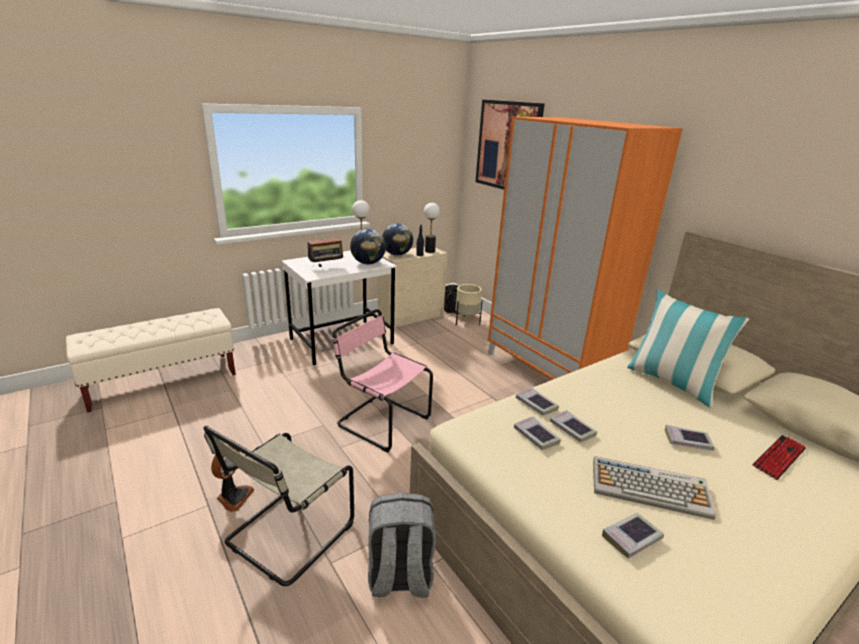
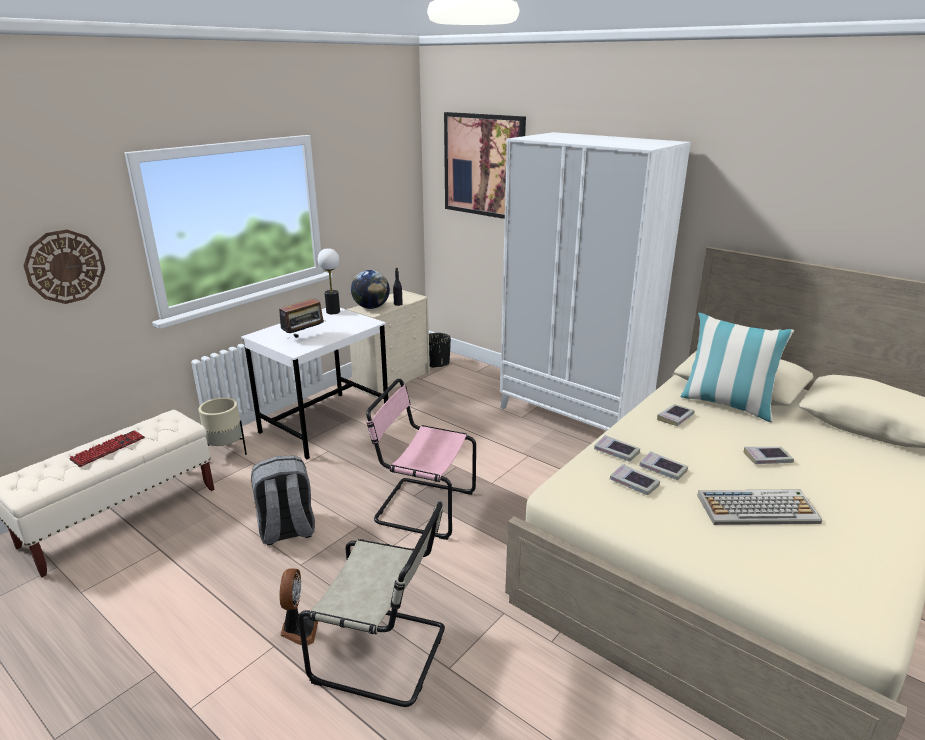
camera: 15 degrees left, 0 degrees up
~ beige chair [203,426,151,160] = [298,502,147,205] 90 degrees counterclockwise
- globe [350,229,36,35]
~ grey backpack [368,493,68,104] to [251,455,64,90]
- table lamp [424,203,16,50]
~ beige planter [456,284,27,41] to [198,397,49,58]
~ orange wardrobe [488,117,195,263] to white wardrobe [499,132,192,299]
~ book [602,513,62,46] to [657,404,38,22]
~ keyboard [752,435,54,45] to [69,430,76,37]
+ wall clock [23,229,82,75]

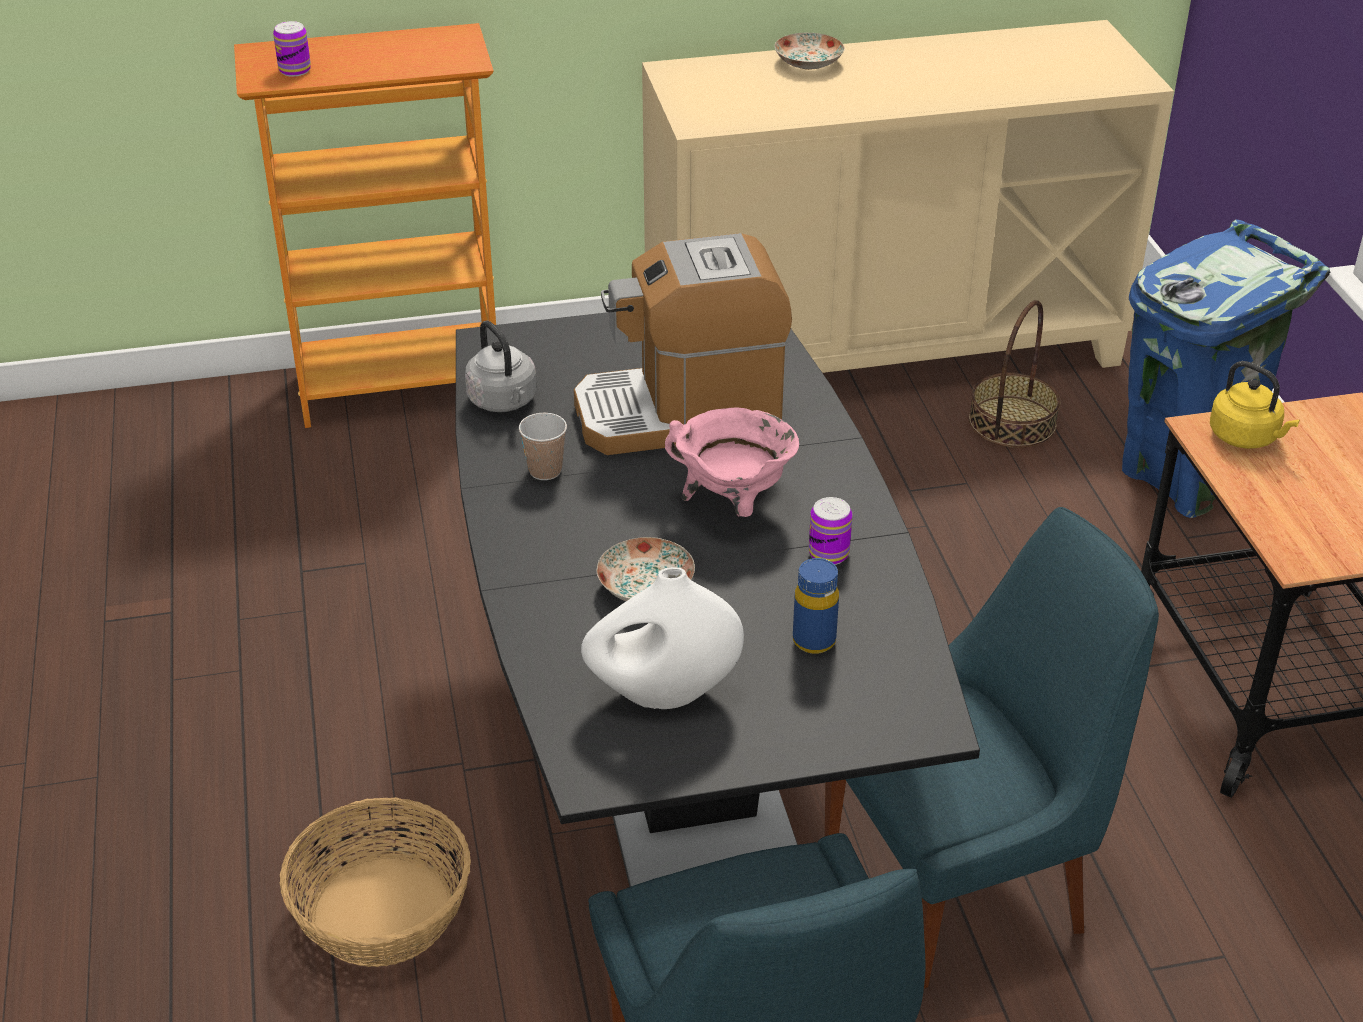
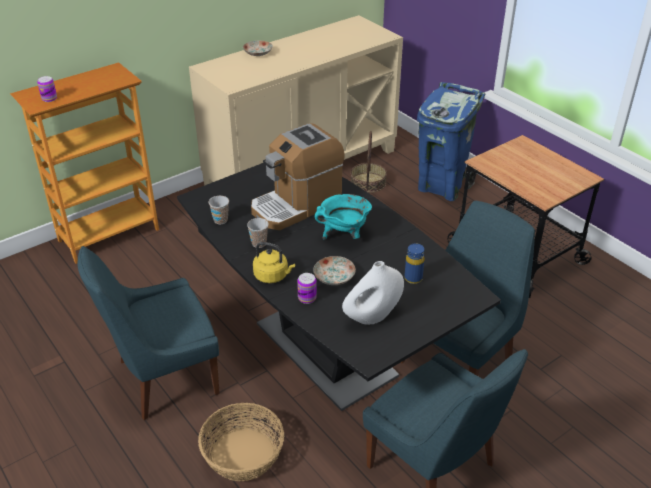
camera: 25 degrees left, 0 degrees up
~ grey kettle [465,320,72,92] to cup [209,196,20,28]
~ pink cooking pot [665,408,134,109] to turquoise cooking pot [315,194,57,46]
~ can [809,497,43,68] to [297,273,20,31]
~ yellow kettle [1210,361,90,88] to [253,242,42,41]
+ blue chair [78,246,142,174]

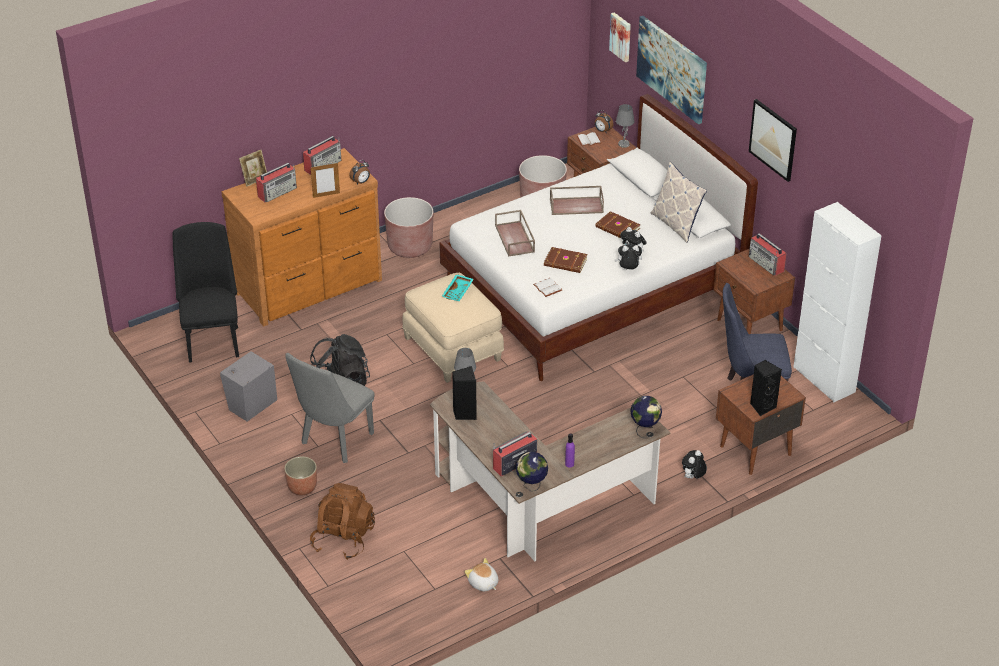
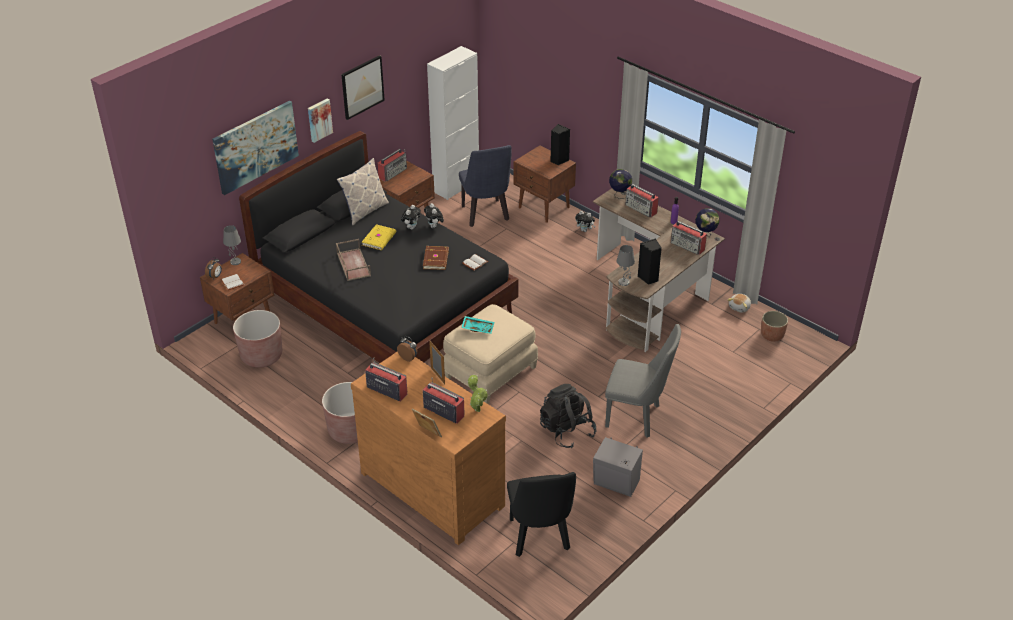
camera: 105 degrees left, 0 degrees up
~ black chair [173,222,66,141] = [507,472,69,85] 75 degrees counterclockwise
~ planter [284,456,33,39] to [761,311,27,31]
- brown backpack [310,483,65,77]
~ white bed [439,94,319,287] to black bed [239,131,280,232]
- brown tray [495,210,40,47]
~ brown book [595,211,45,27] to yellow book [362,224,34,26]
~ picture [609,13,22,49] to [308,99,25,44]
+ potted plant [468,375,20,37]
+ radio [625,184,34,33]

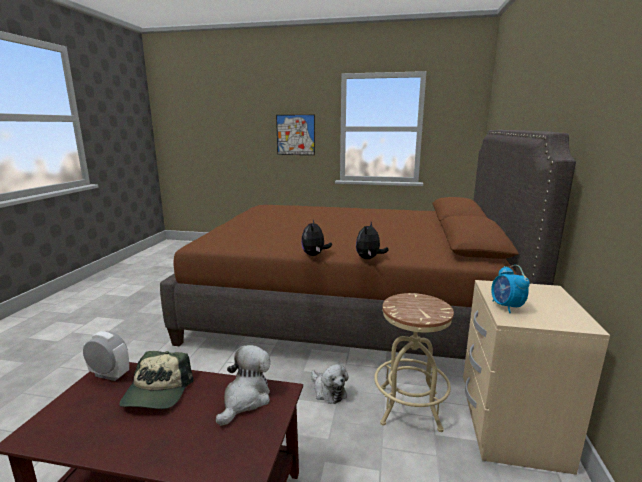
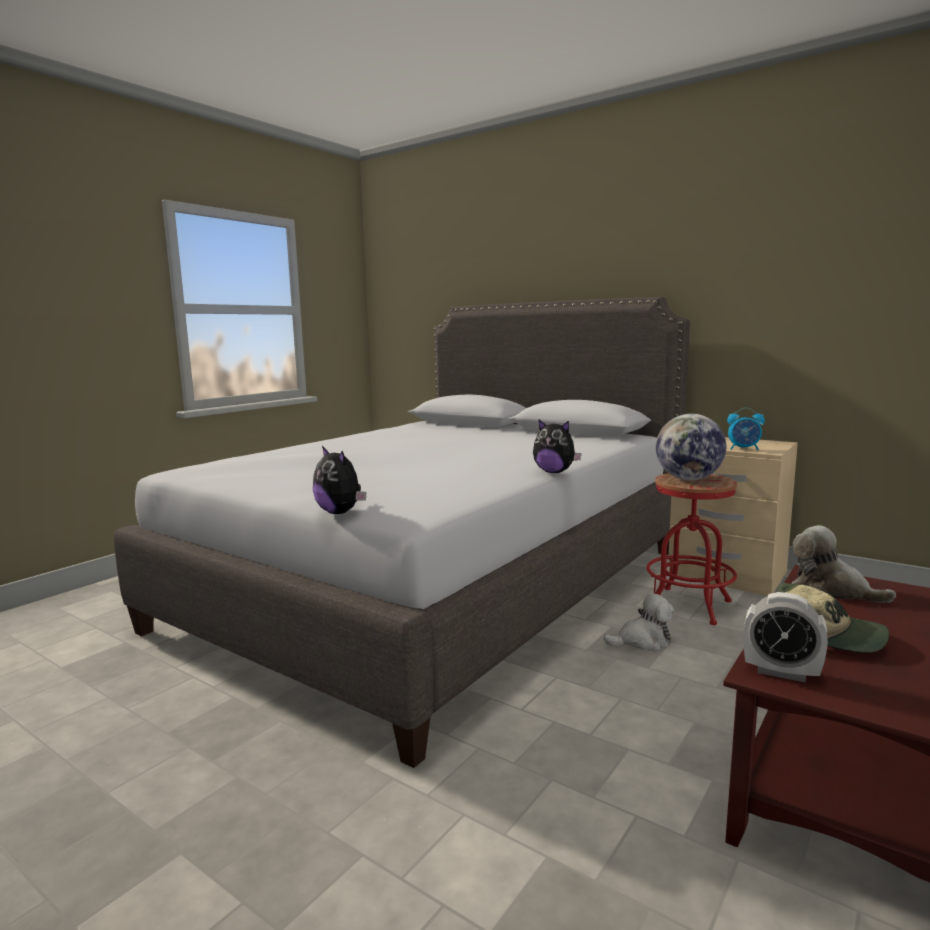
camera: 65 degrees left, 5 degrees down
~ alarm clock [83,331,46,50] = [743,592,85,91] 105 degrees counterclockwise
~ brown bed [160,130,416,229] to grey bed [114,297,576,471]
- picture [276,115,39,40]
~ plush toy [356,222,33,37] to [313,446,53,68]
~ beige stool [374,293,80,139] to red stool [646,473,91,152]
+ globe [656,414,70,66]

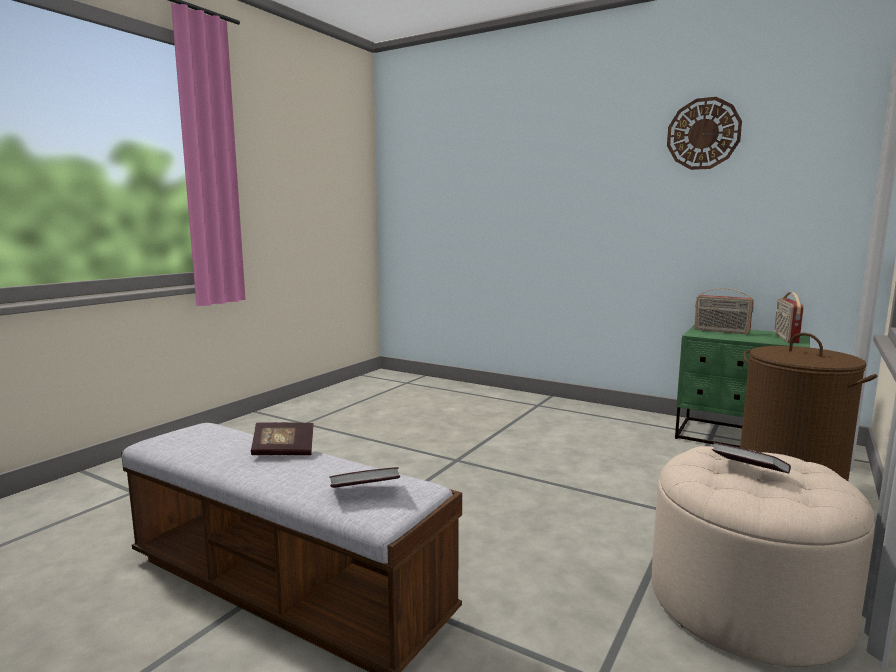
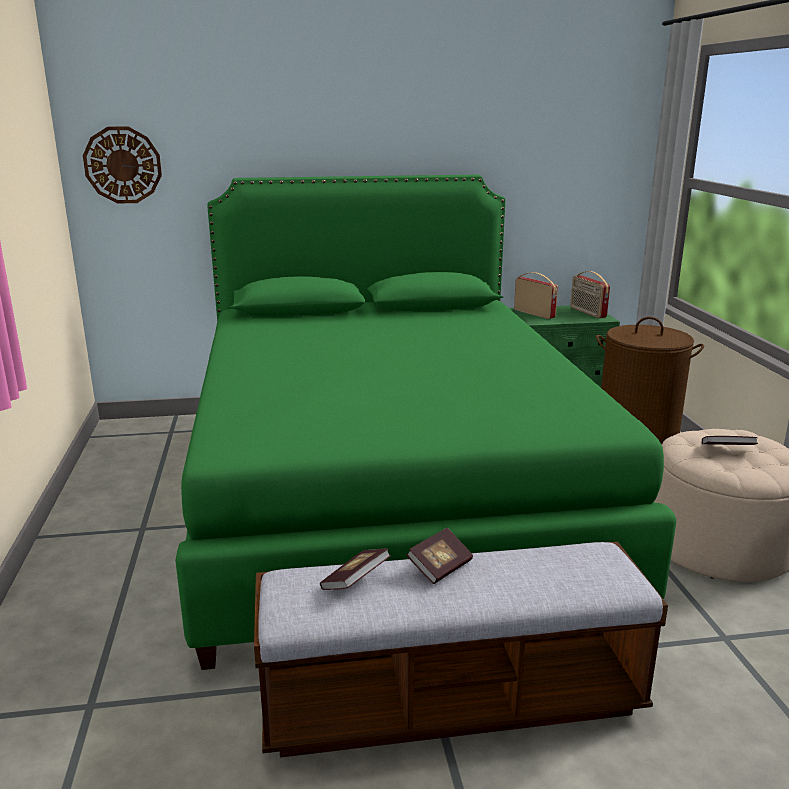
camera: 40 degrees left, 10 degrees up
~ book [329,467,71,21] to [320,548,71,42]
~ wall clock [667,97,75,73] to [83,127,79,77]
~ radio [694,288,60,46] = [514,272,44,47] 120 degrees counterclockwise
+ green bed [175,175,501,495]

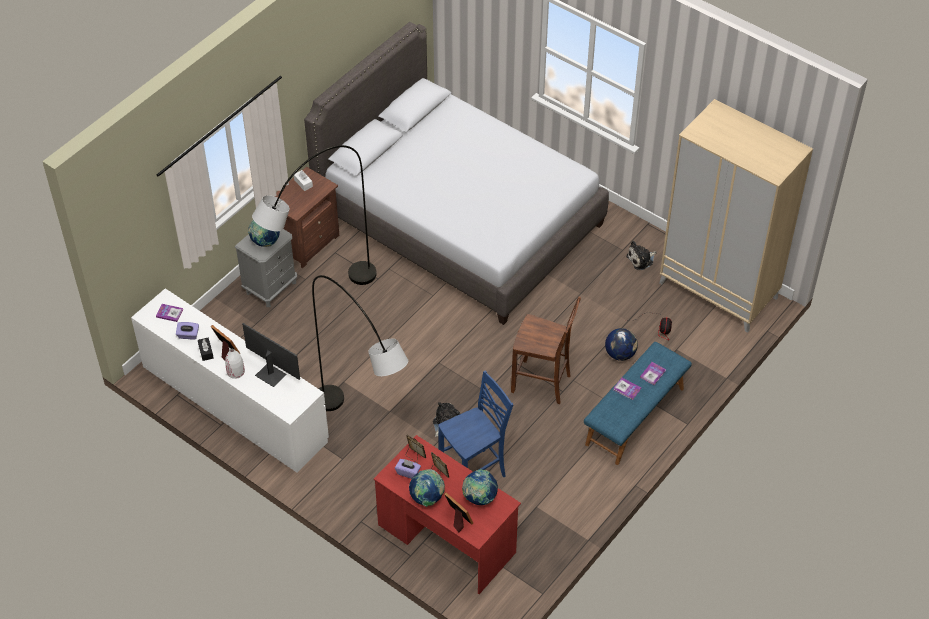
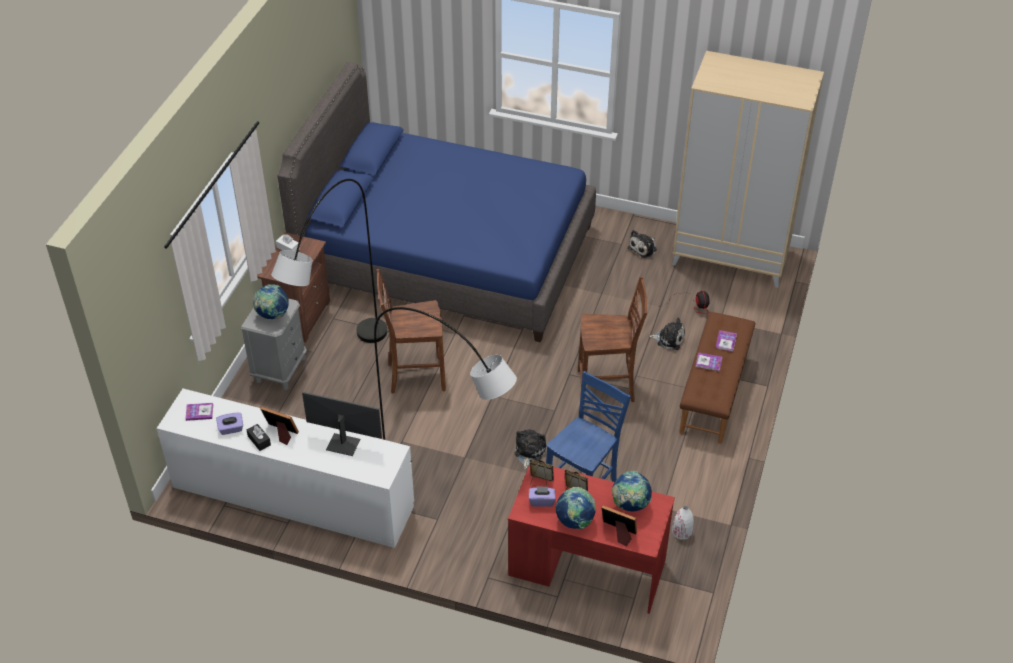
camera: 20 degrees left, 5 degrees down
~ white vase [225,349,20,30] to [672,506,22,34]
~ grey bed [304,22,305,303] to blue bed [277,62,319,280]
~ blue bench [584,342,108,123] to brown bench [679,312,77,132]
~ globe [605,328,33,33] to plush toy [649,318,36,32]
+ brown chair [376,269,70,125]

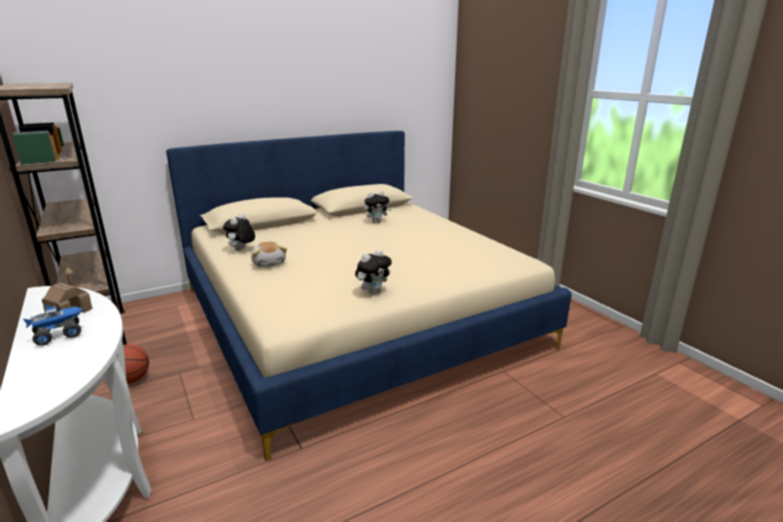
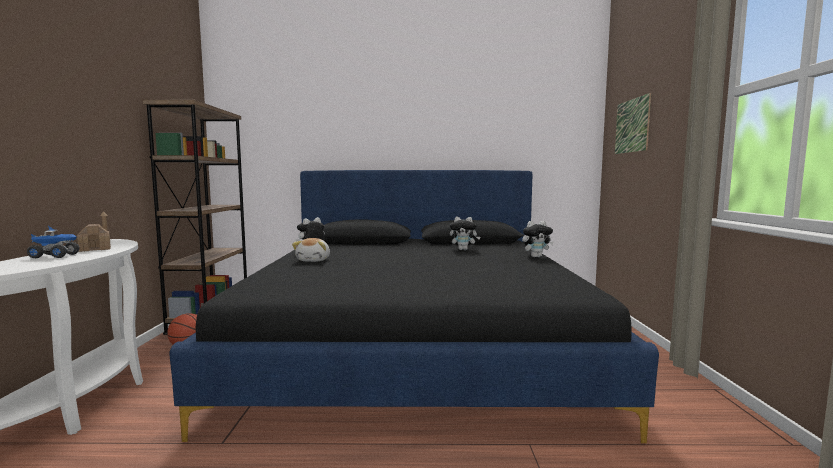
camera: 30 degrees right, 15 degrees down
~ beige bed [166,131,406,330] to black bed [169,170,490,273]
~ plush toy [355,249,37,46] to [522,221,32,36]
+ picture [615,93,36,61]

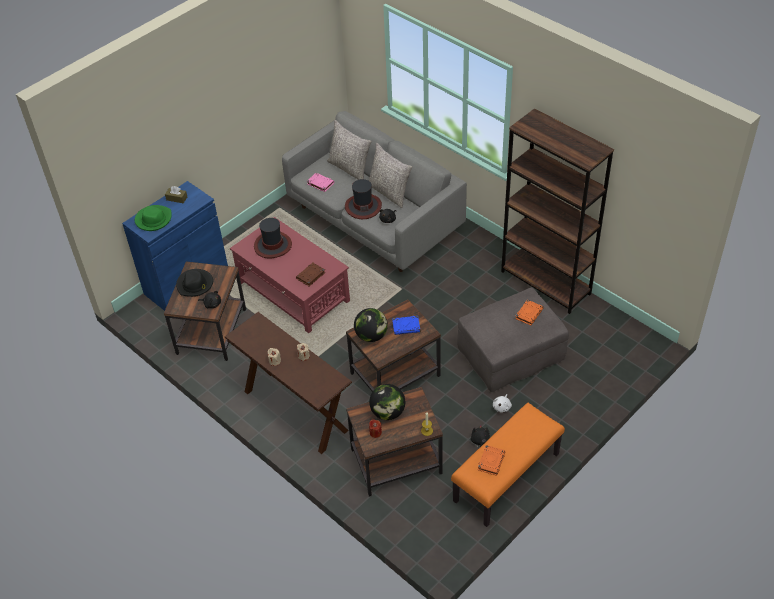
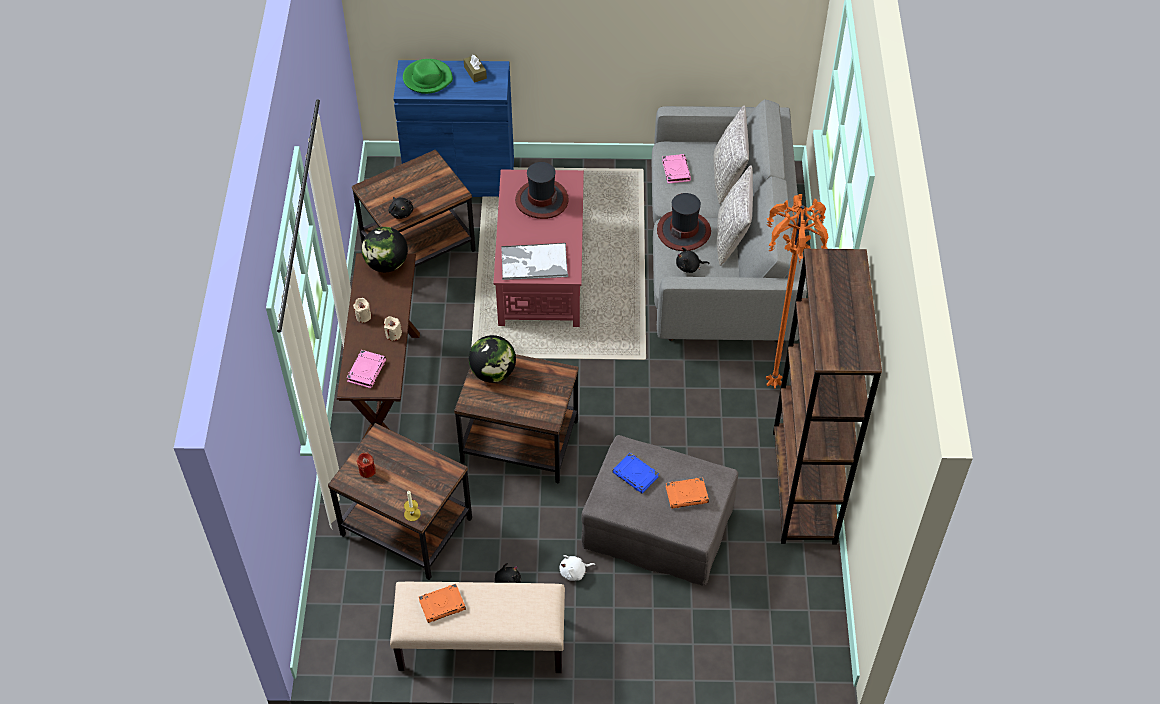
camera: 45 degrees right, 5 degrees up
- black hat [176,269,37,28]
~ brown book [296,263,29,23] to tray [501,243,67,37]
~ globe [369,384,36,36] to [362,227,46,45]
~ blue book [392,316,28,19] to [612,453,47,40]
~ orange bench [451,403,114,124] to beige bench [390,582,175,91]
+ pink book [347,350,39,38]
+ orange floor lamp [766,194,62,195]

